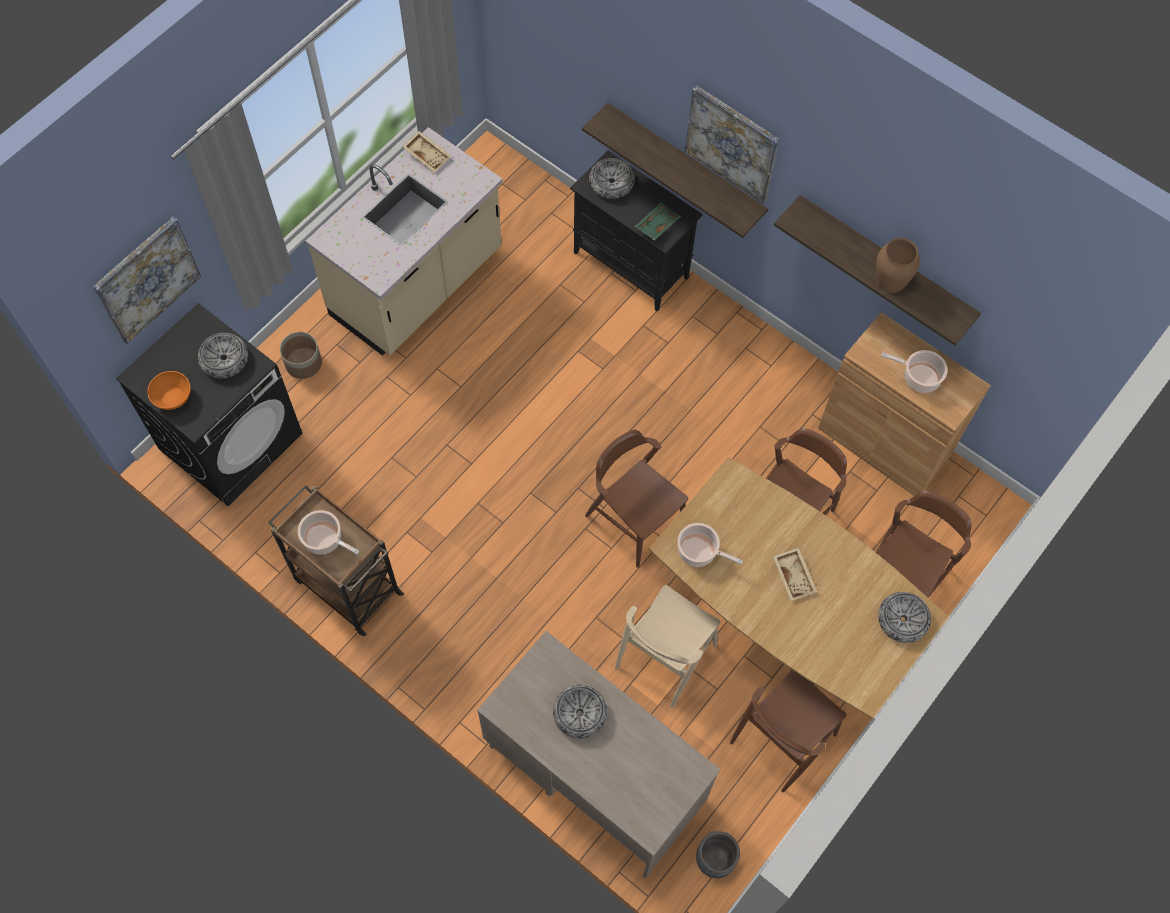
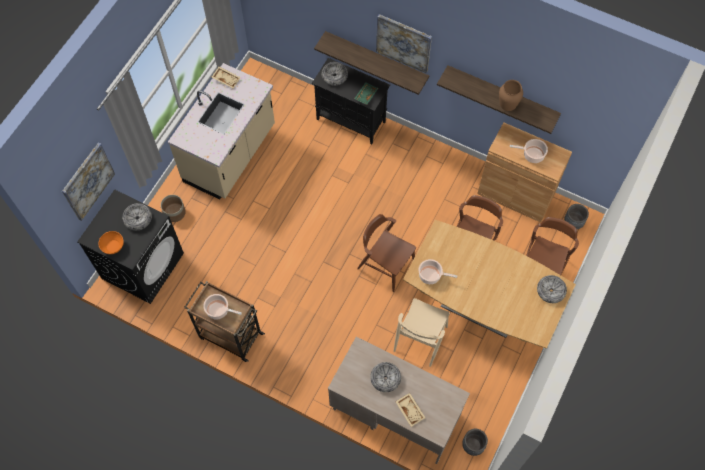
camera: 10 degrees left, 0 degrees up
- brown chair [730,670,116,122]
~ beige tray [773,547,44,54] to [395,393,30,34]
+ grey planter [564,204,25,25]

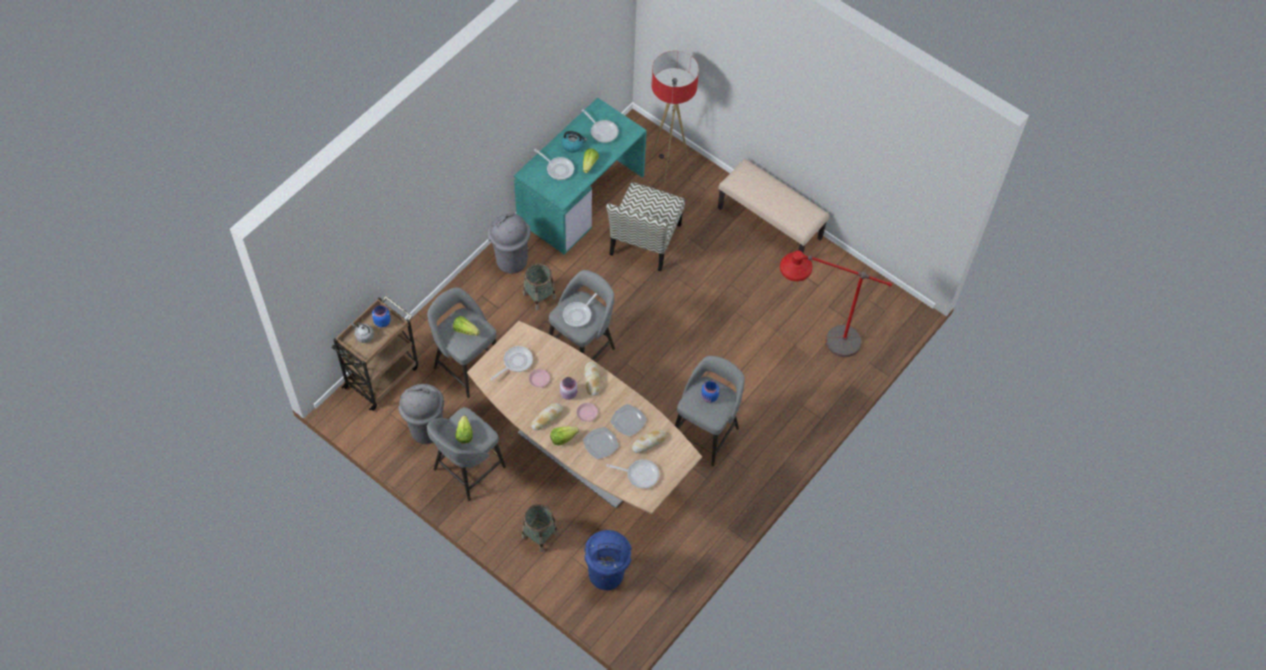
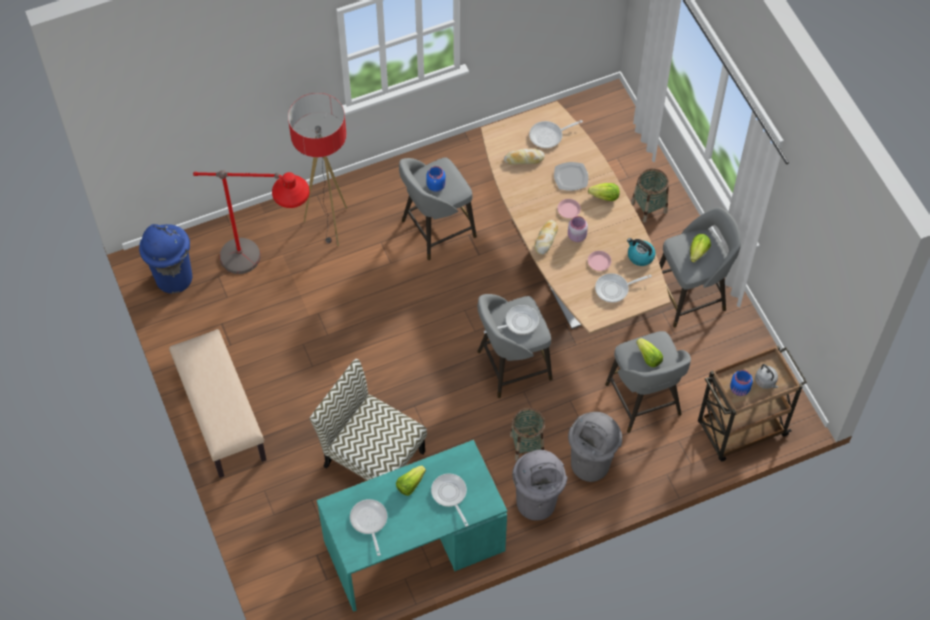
camera: 150 degrees left, 0 degrees up
~ grey trash can [398,384,46,60] to [568,412,54,70]
- bread [531,403,32,27]
~ kettle [562,131,25,21] to [627,238,28,28]
~ blue trash can [584,530,48,60] to [139,224,53,69]
~ chair [606,182,79,90] = [310,359,117,122] 105 degrees counterclockwise
~ frying pan [606,459,53,29] = [529,120,54,28] 60 degrees counterclockwise
- plate [610,404,37,33]
~ floor lamp [651,51,48,134] to [288,93,59,153]

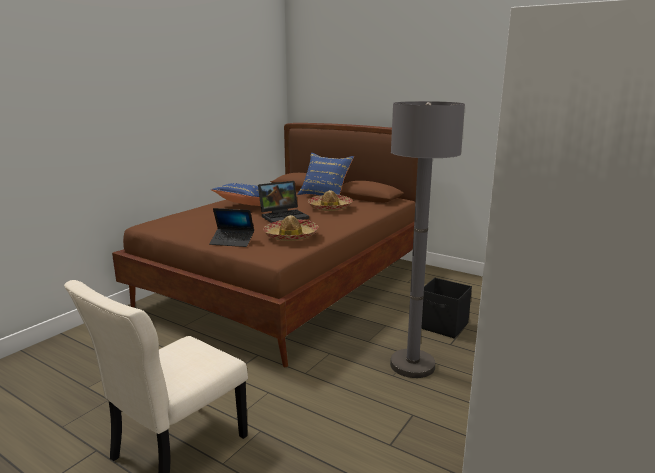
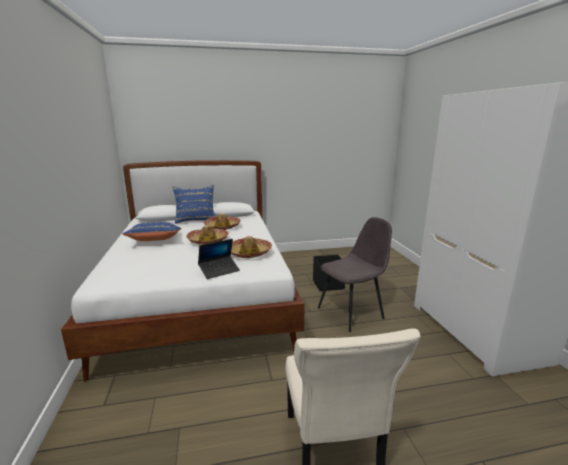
camera: 45 degrees left, 0 degrees up
~ brown bed [112,123,306,244] to white bed [61,160,244,221]
~ laptop [258,181,51,42] to hat [186,225,43,20]
~ grey floor lamp [390,101,75,277] to grey chair [318,217,74,115]

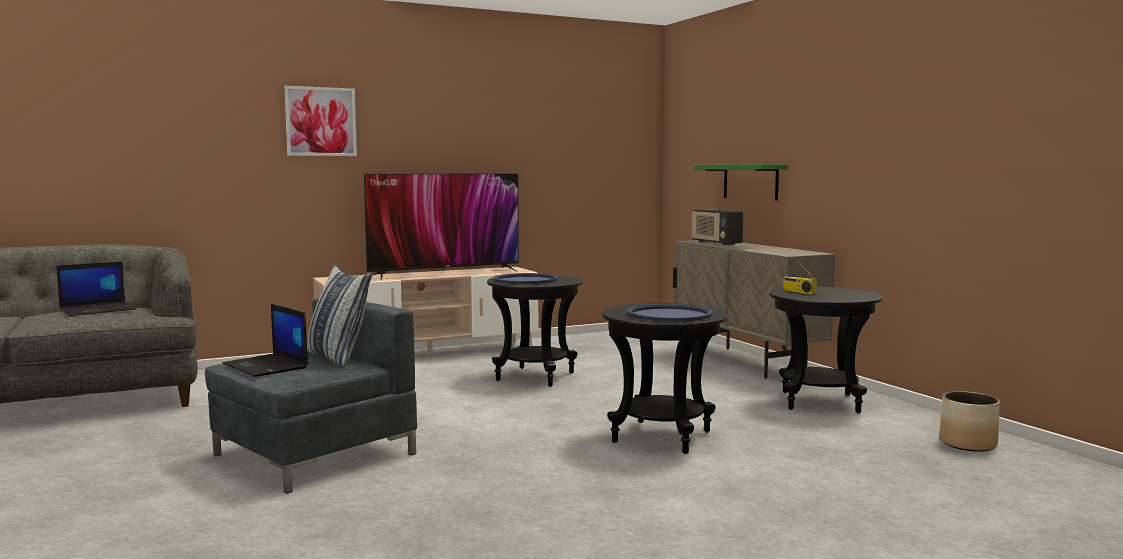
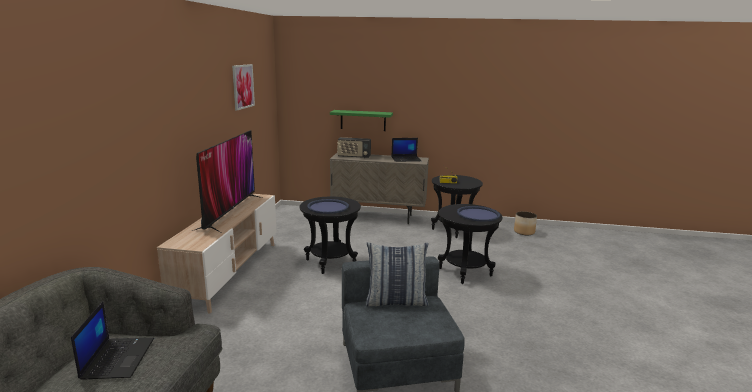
camera: 55 degrees left, 10 degrees up
~ laptop [222,304,86,73] to [391,138,30,24]
~ picture [284,86,73,70] to [232,64,23,47]

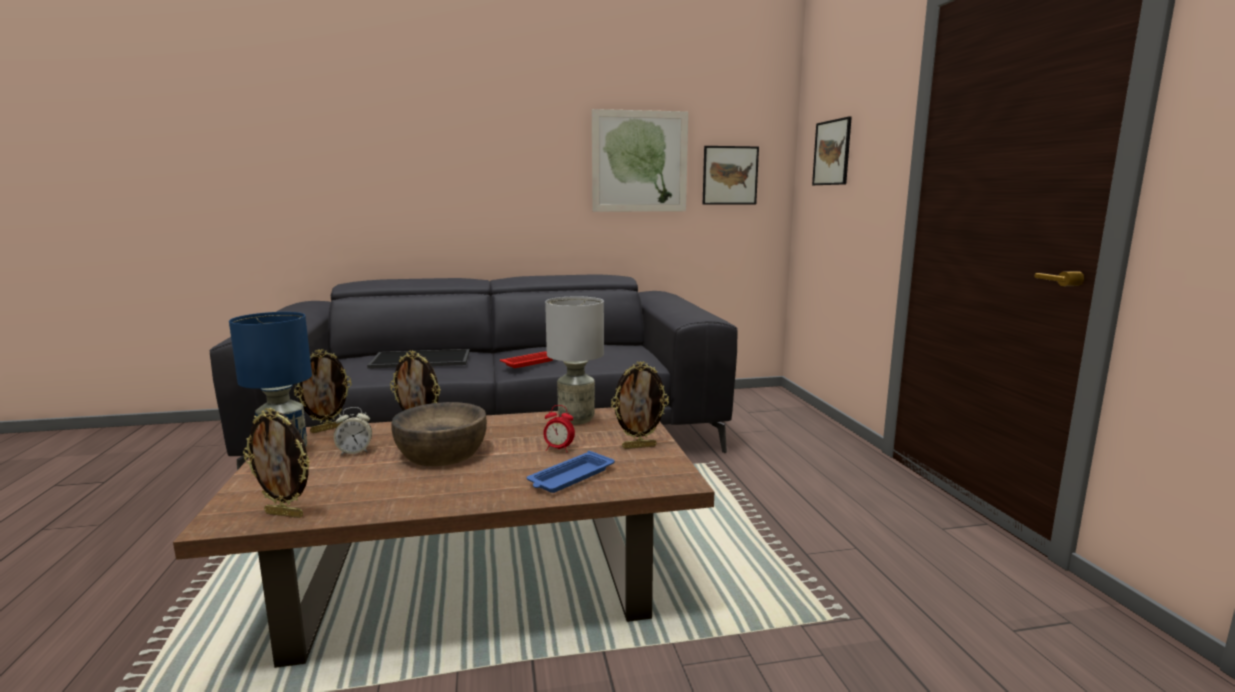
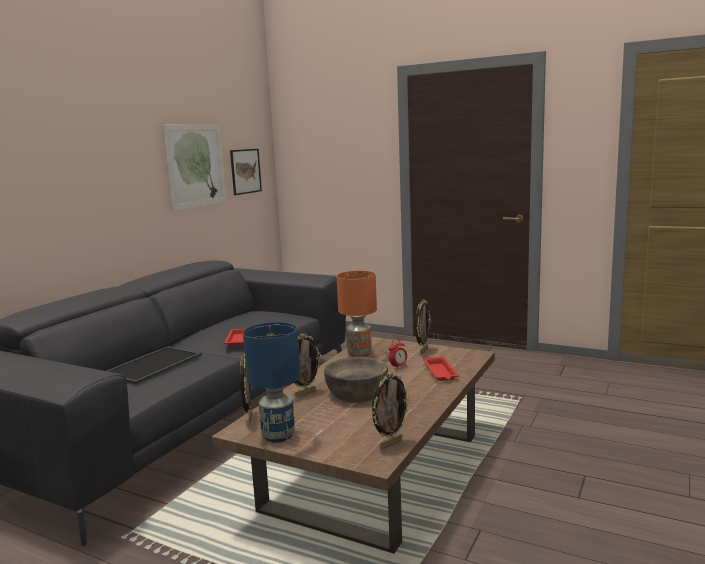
camera: 50 degrees left, 0 degrees up
- alarm clock [334,407,38,48]
~ blue tray [527,451,88,42] to red tray [423,357,36,24]
~ grey table lamp [545,296,59,128] to orange table lamp [337,271,40,86]
- picture [812,116,40,69]

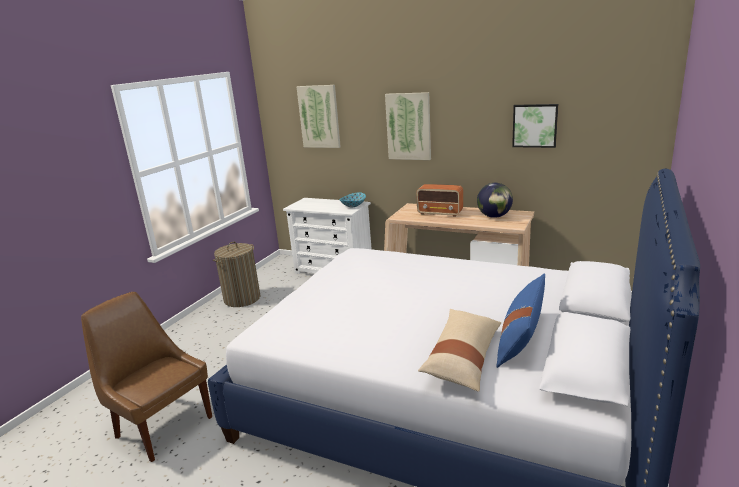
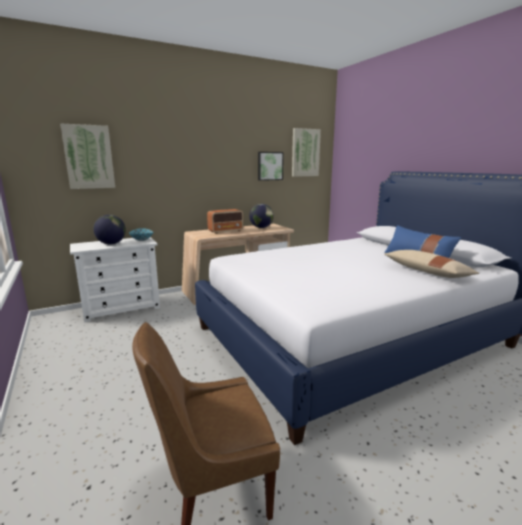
camera: 55 degrees left, 5 degrees down
- laundry basket [213,242,47,65]
~ picture [385,92,46,68] to [292,128,29,49]
+ globe [93,215,33,29]

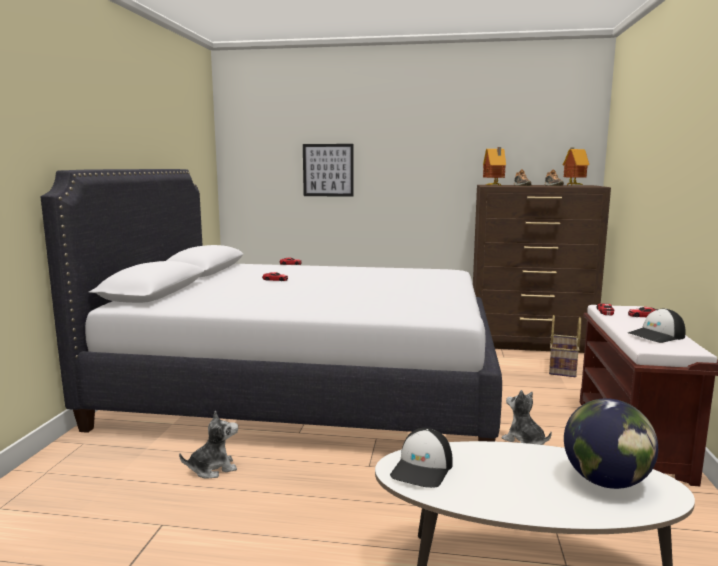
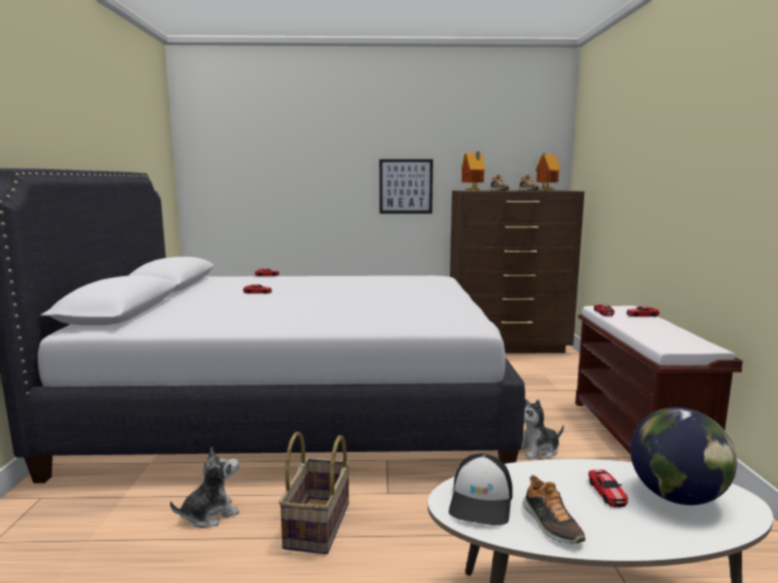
camera: 10 degrees left, 0 degrees up
~ picture [303,144,51,53] to [379,159,54,55]
~ plush toy [502,390,50,55] = [519,399,45,60] 60 degrees counterclockwise
~ basket [549,315,32,62] to [279,432,71,122]
- cap [628,309,58,34]
+ shoe [523,475,63,69]
+ toy car [588,469,40,39]

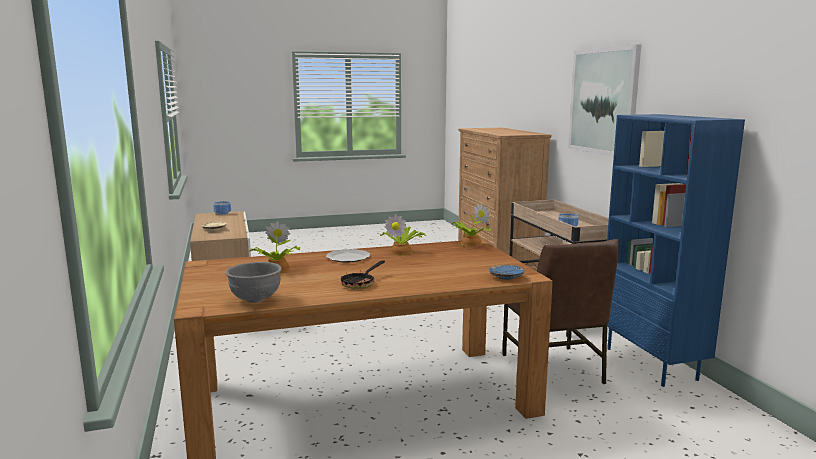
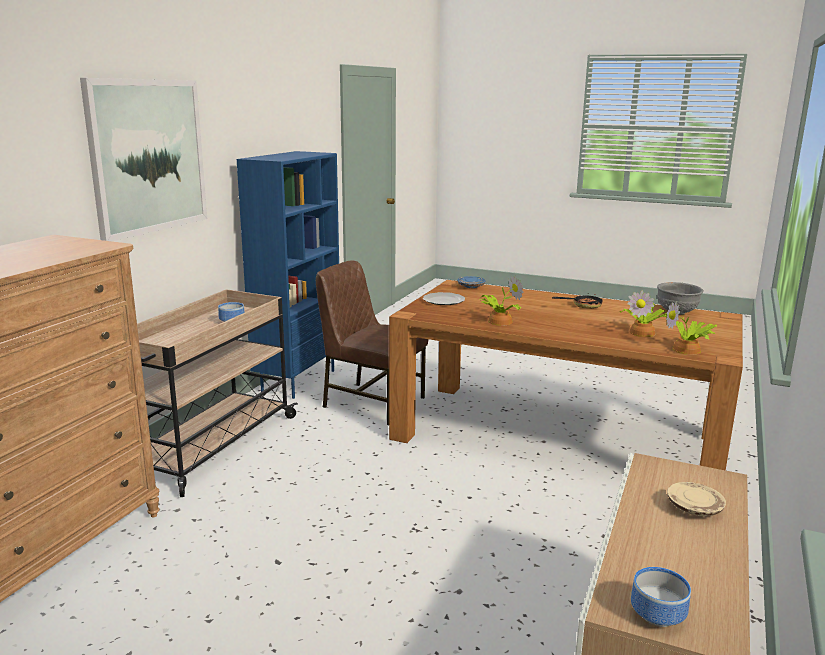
camera: 140 degrees left, 5 degrees up
~ plate [326,249,44,14] to [423,292,42,13]
~ potted plant [452,203,40,44] to [666,301,51,54]
~ brown chair [502,239,117,145] = [316,260,112,165] 90 degrees counterclockwise

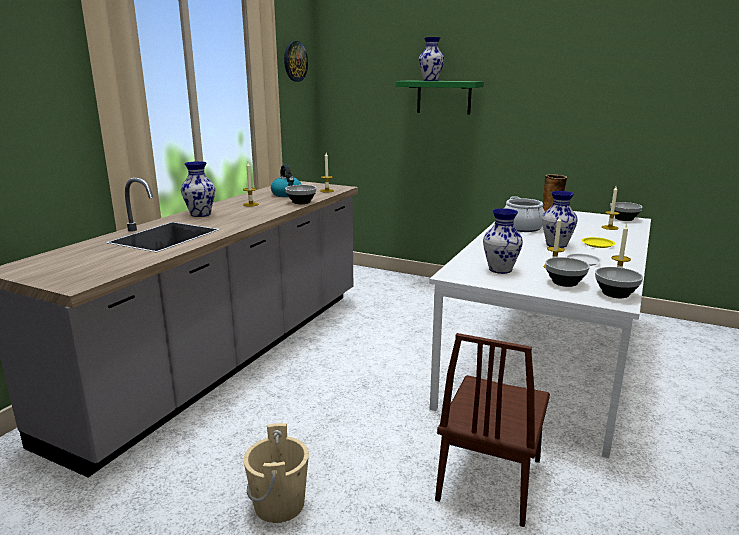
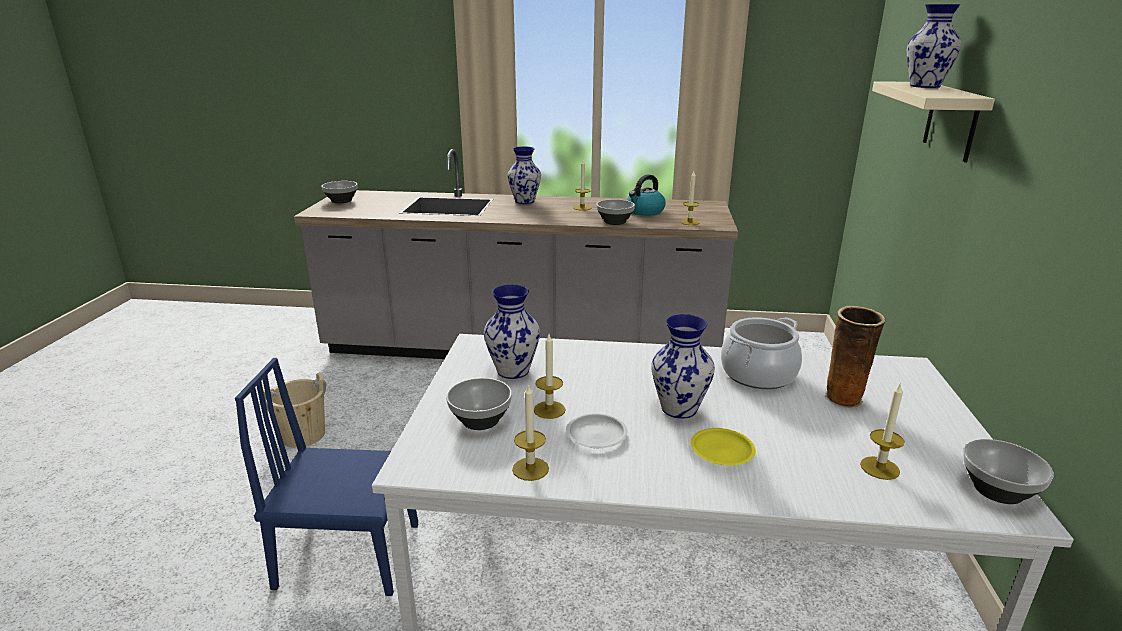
camera: 70 degrees right, 5 degrees up
- wall clock [284,41,24,41]
~ green shelf [396,81,88,34] to beige shelf [872,81,123,81]
~ brown chair [435,333,115,194] to blue chair [235,358,183,238]
~ bowl [595,267,48,31] to [322,181,36,22]

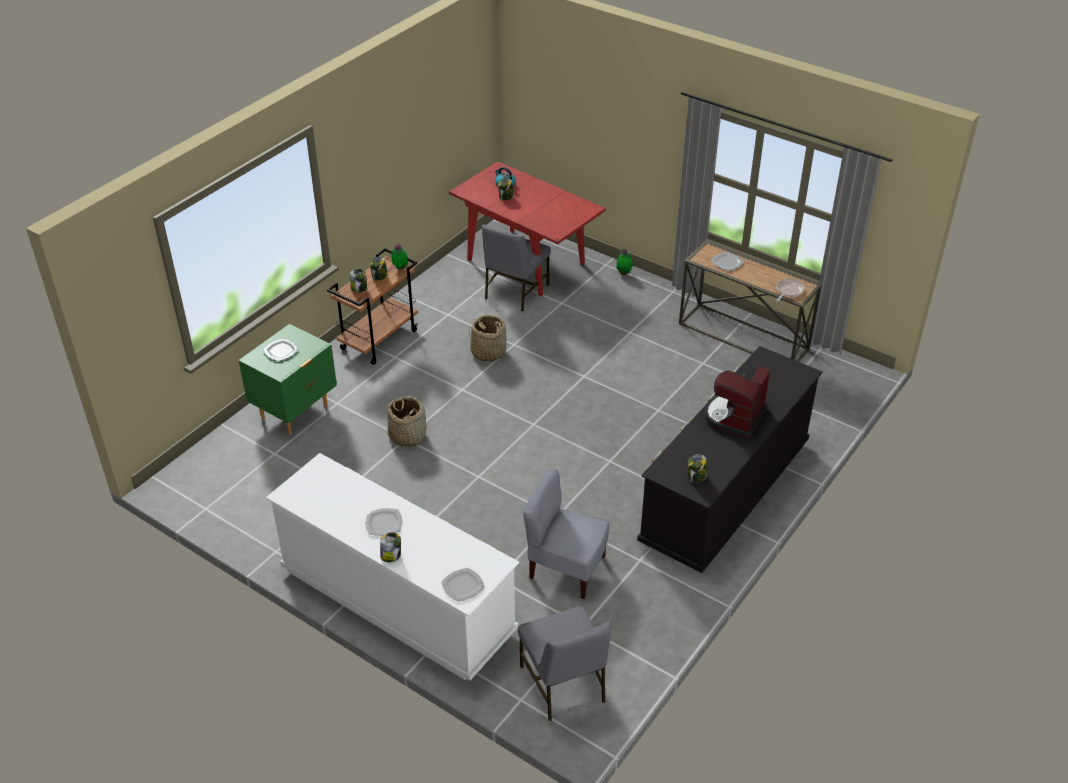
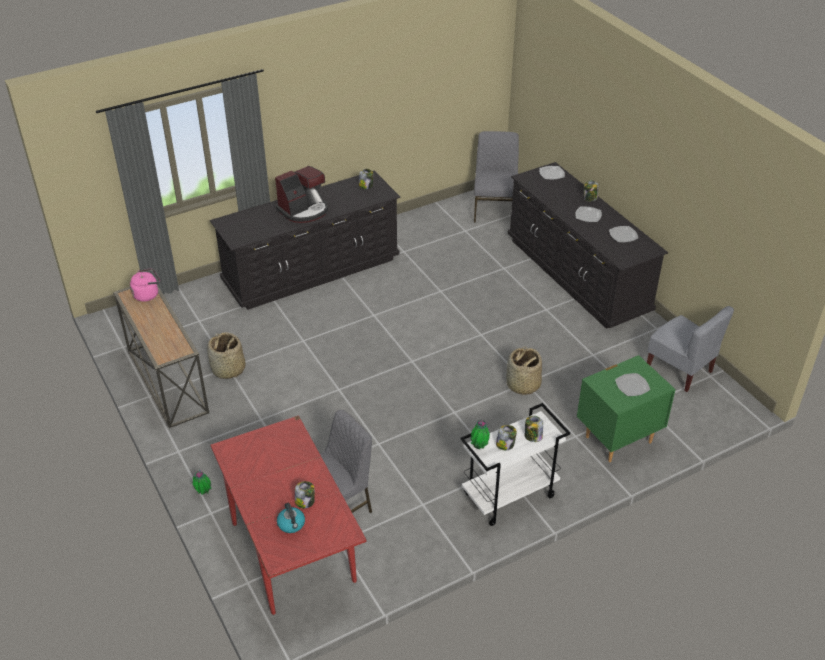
camera: 155 degrees left, 0 degrees up
~ white dresser [266,453,253,228] to black dresser [508,162,160,167]
~ brown cart [327,248,91,117] to white cart [460,403,110,123]
~ basket [469,315,38,47] to [207,332,39,47]
~ grey chair [523,467,86,132] to [647,306,87,86]
~ plate [711,252,33,19] to [609,226,30,16]
~ frying pan [776,279,28,22] to pink kettle [130,269,30,33]

